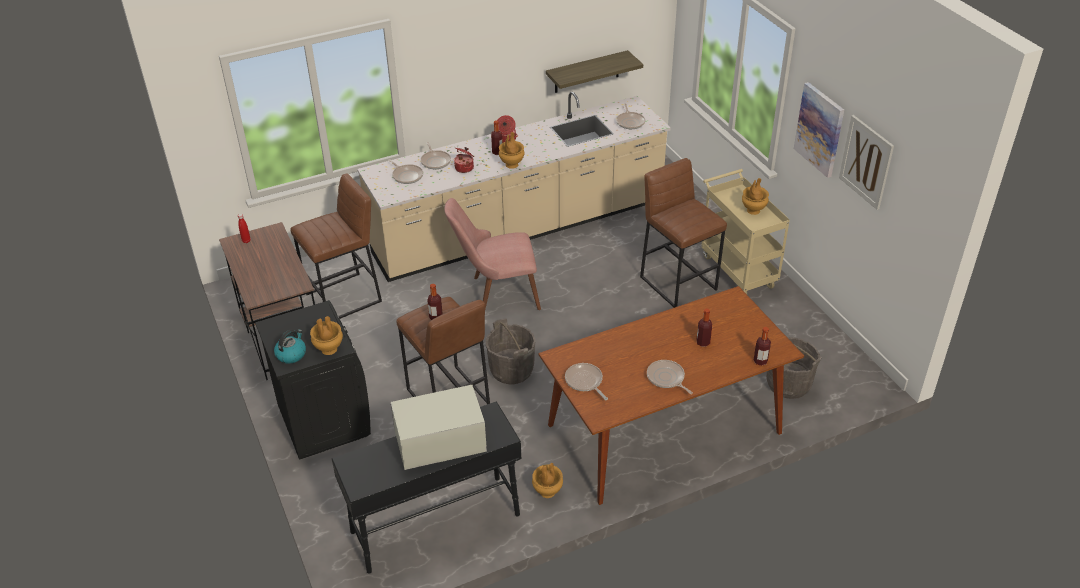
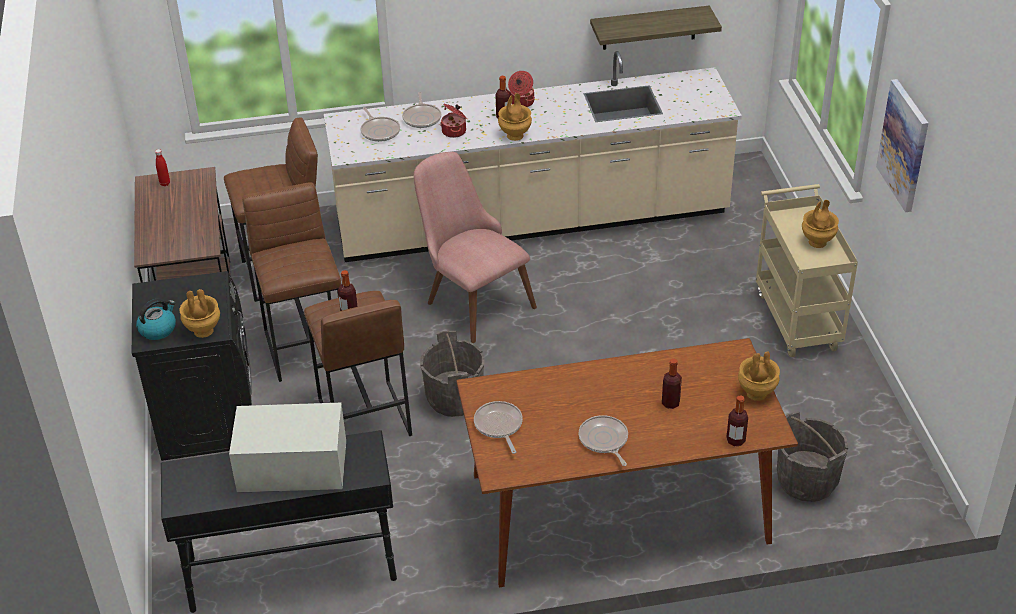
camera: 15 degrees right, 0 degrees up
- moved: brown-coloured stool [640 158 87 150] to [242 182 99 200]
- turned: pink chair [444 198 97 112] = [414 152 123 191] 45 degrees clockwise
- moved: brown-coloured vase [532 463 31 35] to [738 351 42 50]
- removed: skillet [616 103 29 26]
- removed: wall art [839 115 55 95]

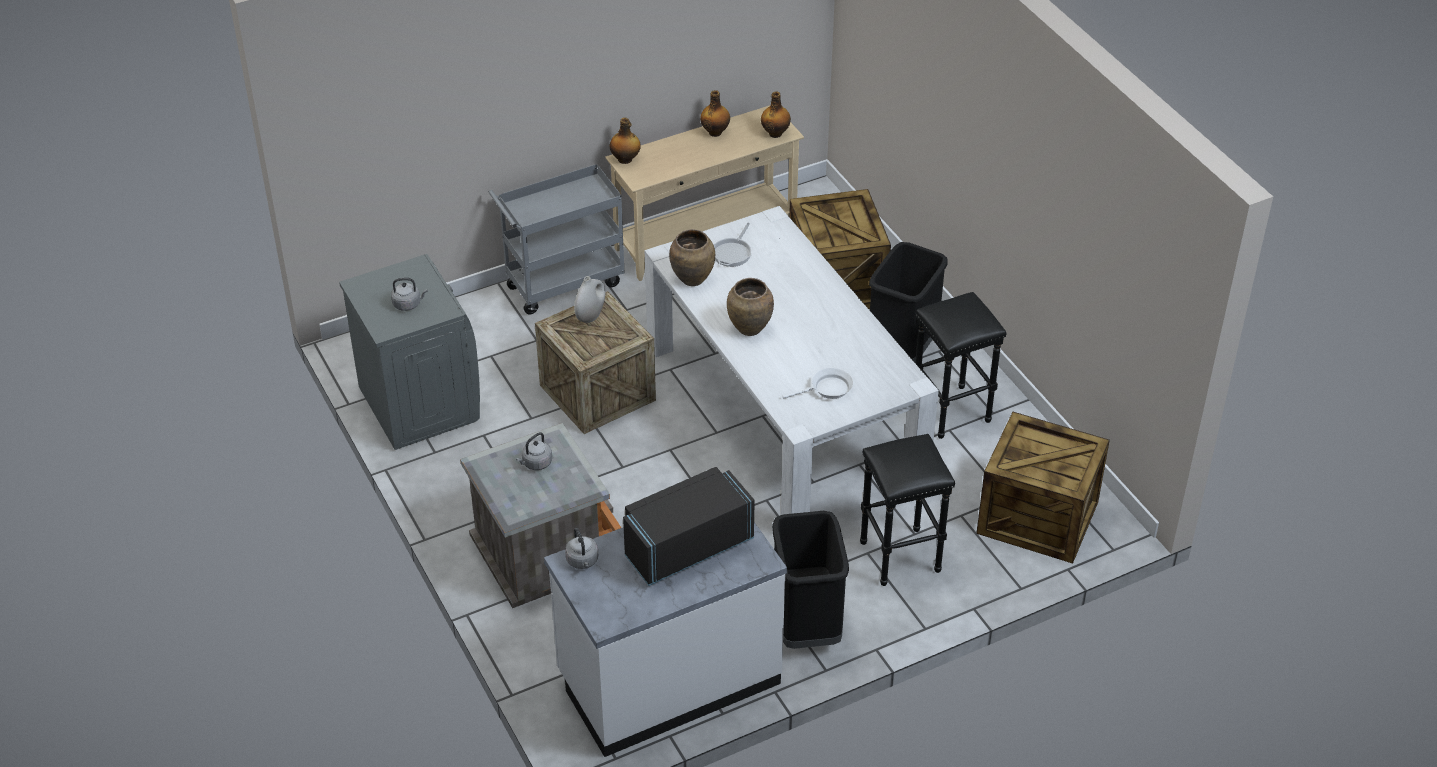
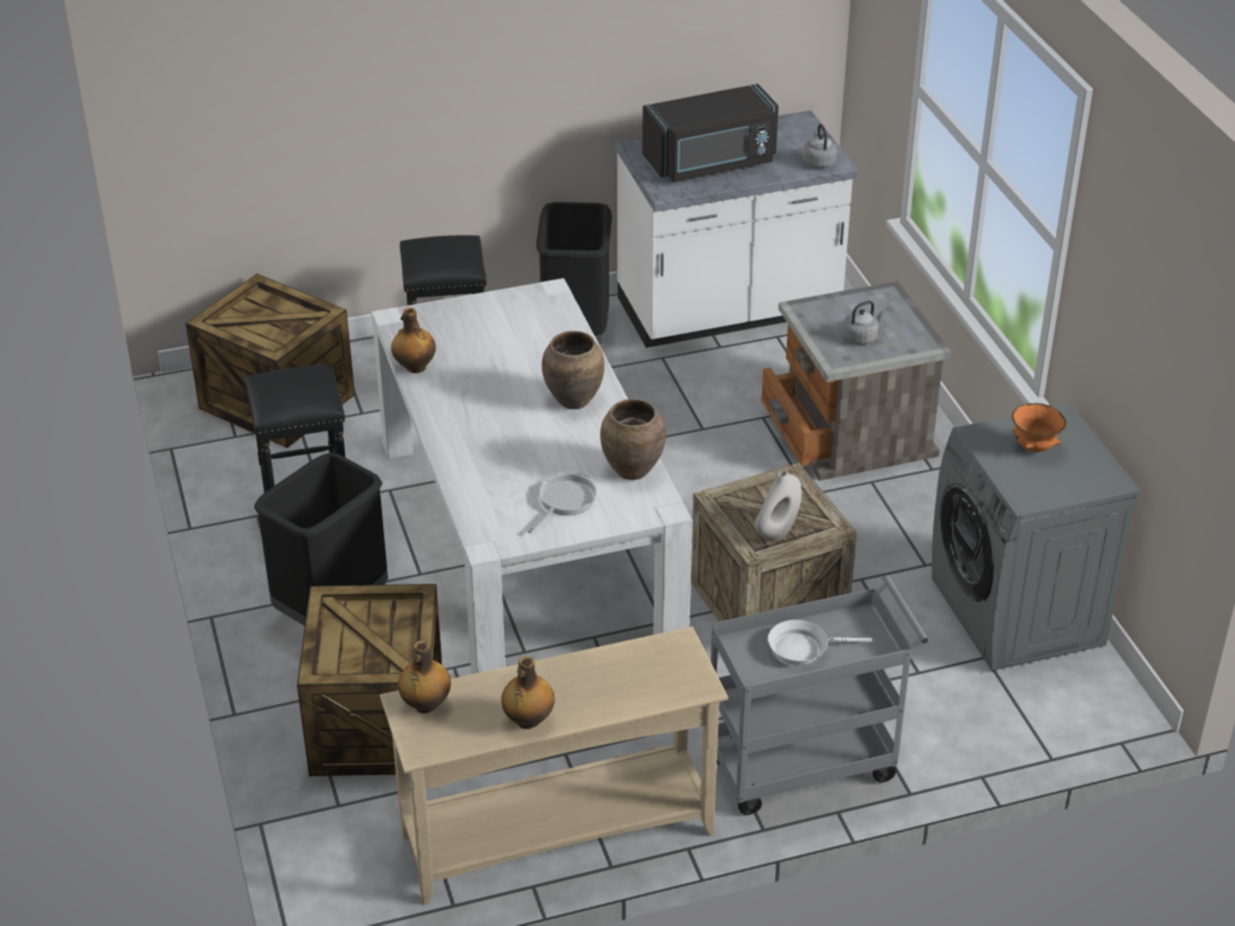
camera: 170 degrees left, 5 degrees down
- moved: drink bottle [609 118 32 46] to [391 308 45 65]
- moved: white-coloured skillet [783 368 70 31] to [768 620 104 45]
- replaced: gray kettle [391 278 37 33] to orange bowl [1012 403 55 49]

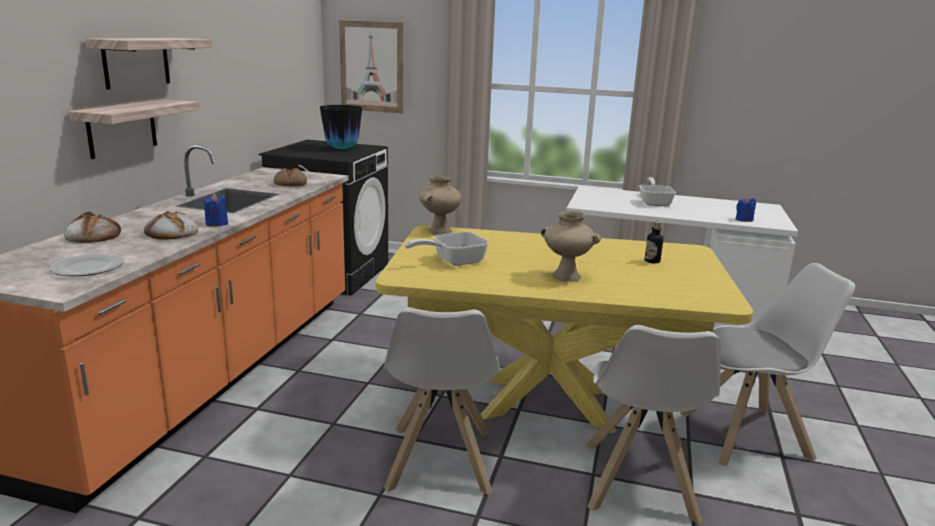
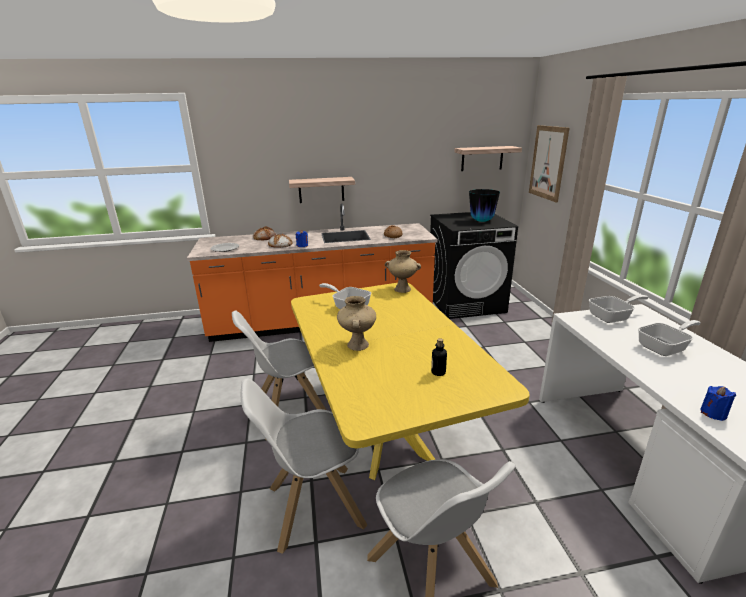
camera: 65 degrees right, 5 degrees up
- moved: shelf [85 38 127 51] to [454 146 68 25]
- added: skillet [589 295 60 28]

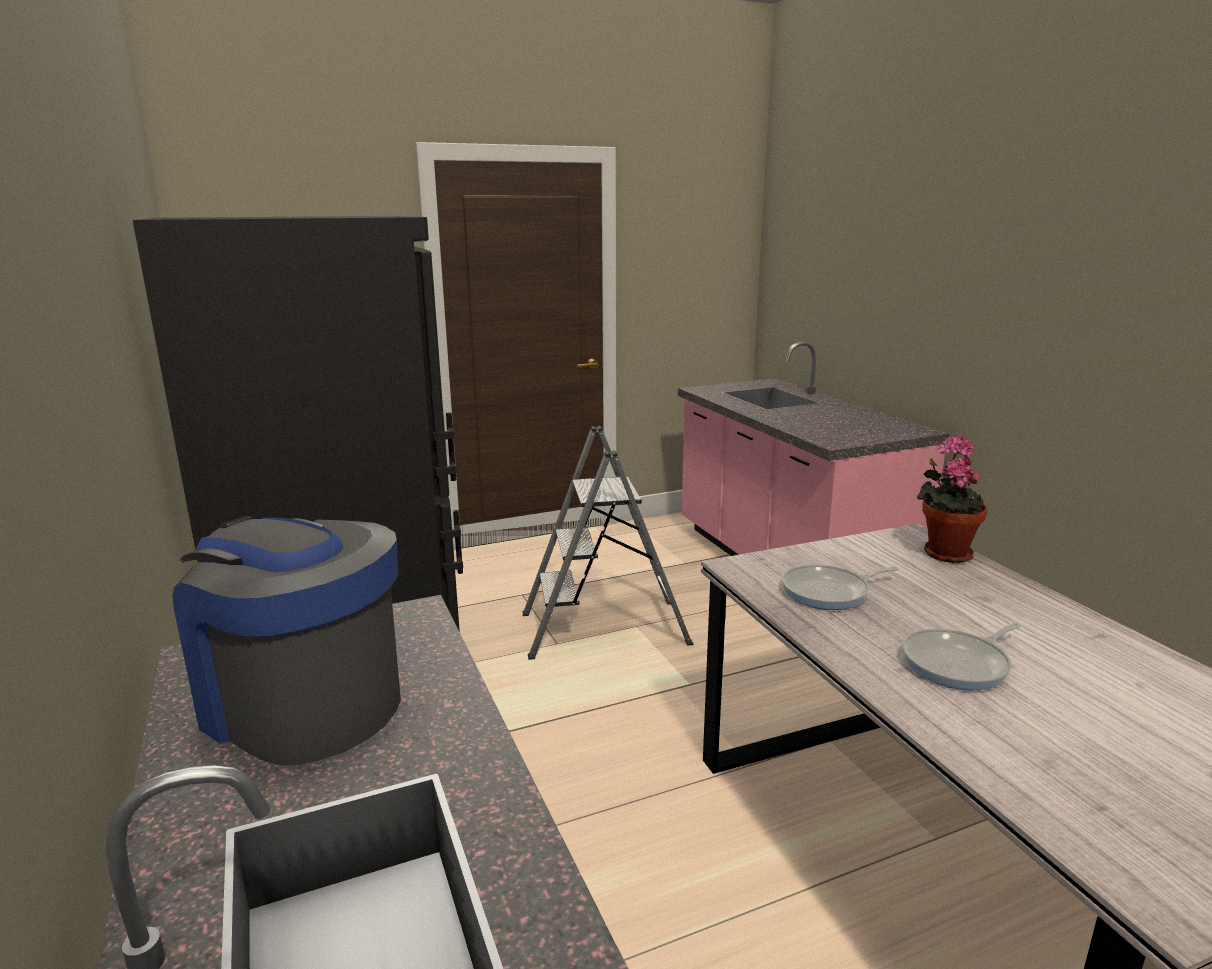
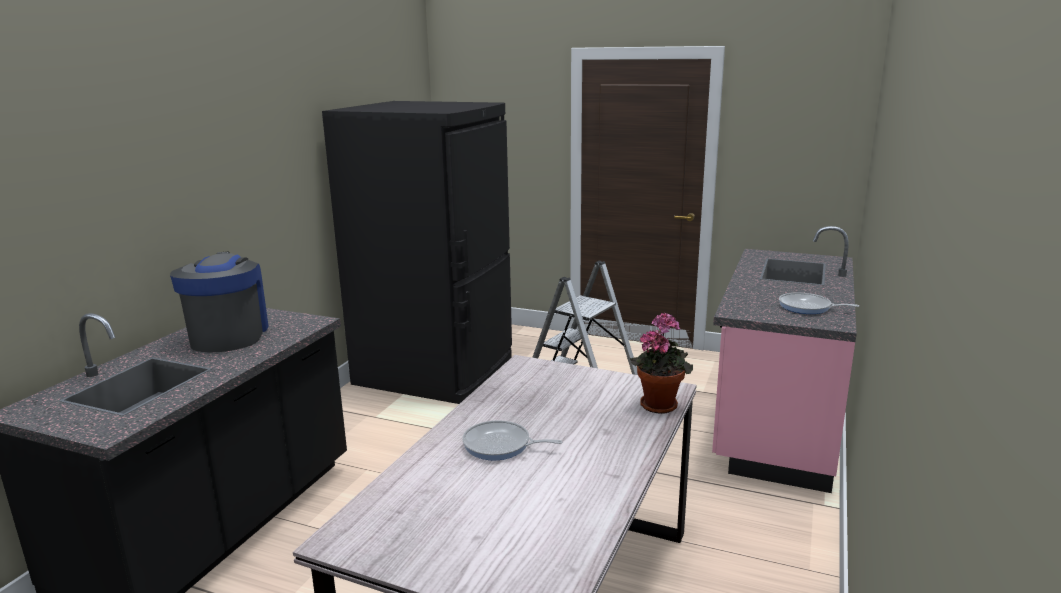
camera: 45 degrees right, 0 degrees up
- moved: skillet [782 564 117 46] to [779 293 80 21]

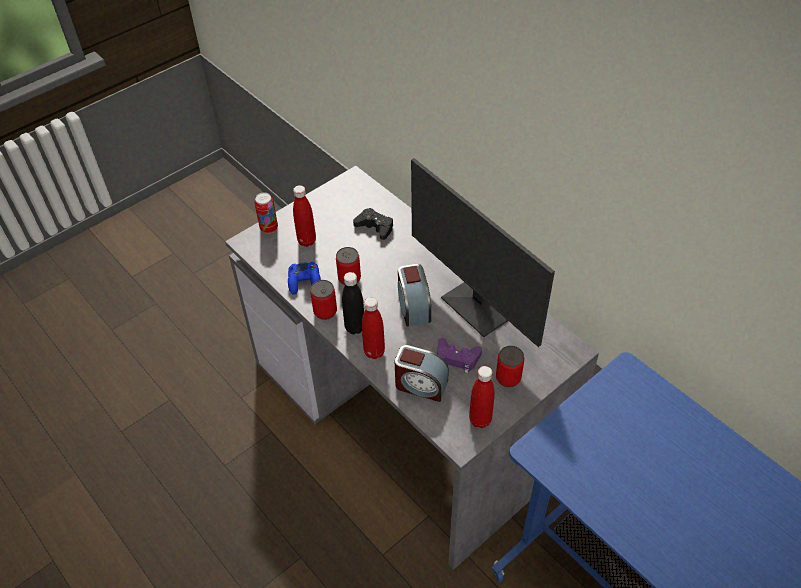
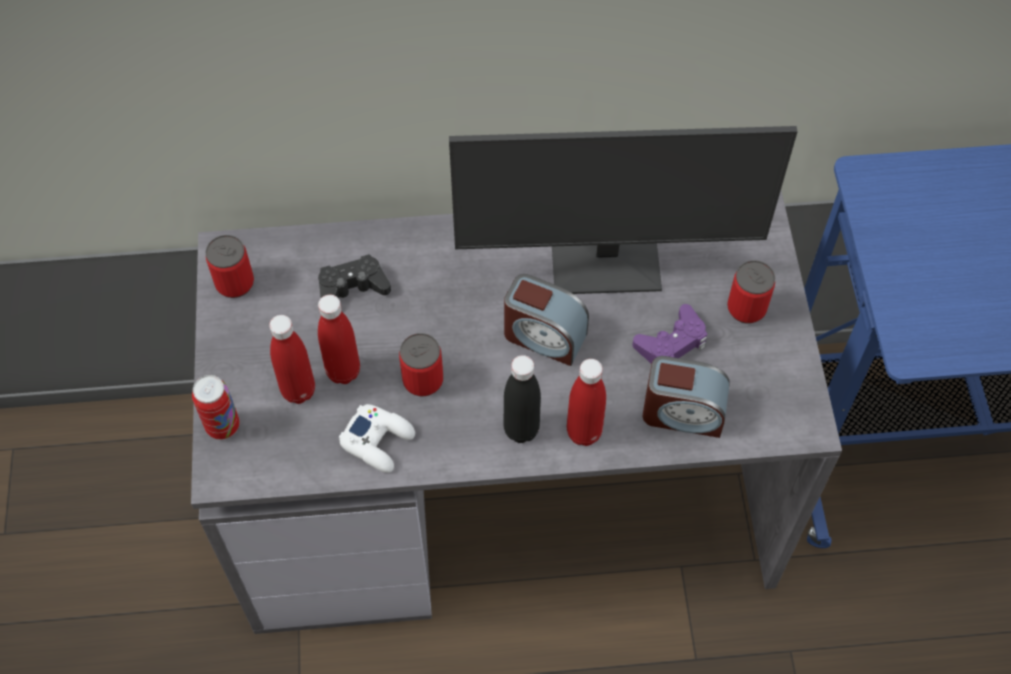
camera: 55 degrees left, 10 degrees up
- moved: sealed can [310 280 27 40] to [206 235 48 63]
- moved: red-coloured drink bottle [469 366 26 62] to [318 295 42 89]
- recoloured: blue-coloured gamepad [288 262 33 33] to white-coloured gamepad [339 404 76 69]
- turned: bedside clock [394 345 55 57] = [643 356 87 82] 45 degrees clockwise

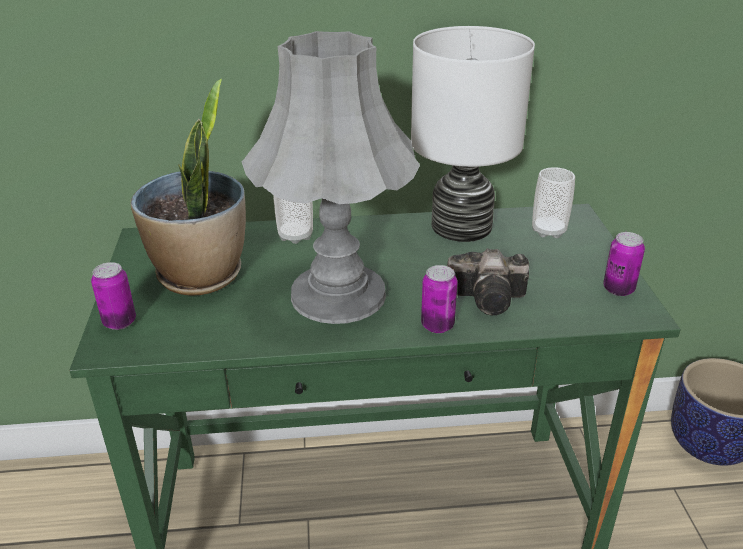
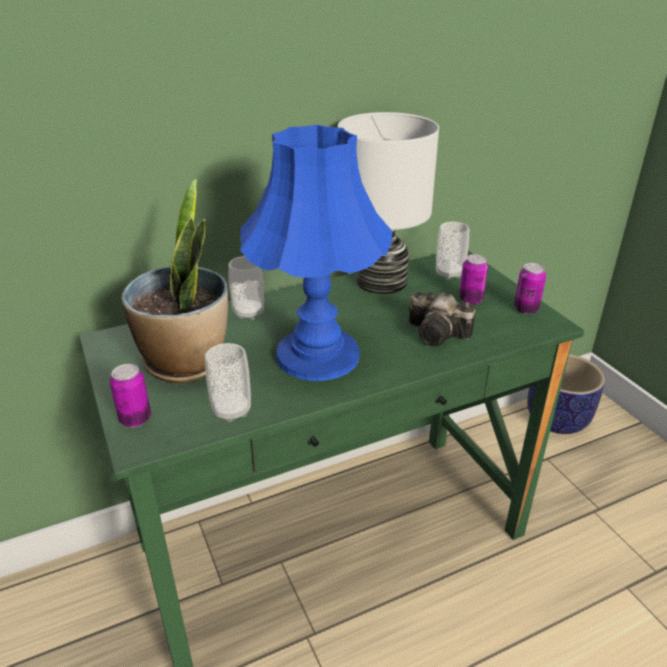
camera: 20 degrees left, 0 degrees up
- added: small cup [205 343 46 79]
- recoloured: gray tabletop lamp [241 31 179 293] to blue-coloured tabletop lamp [240 125 153 256]
- turned: still camera [447 248 82 67] = [408 292 67 54] 45 degrees clockwise
- moved: sealed can [421 265 37 68] to [459 254 29 51]

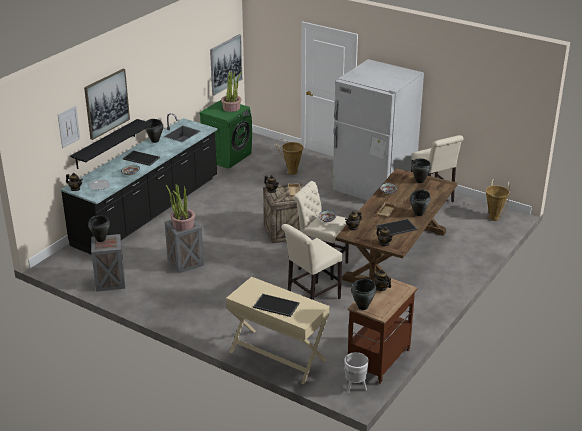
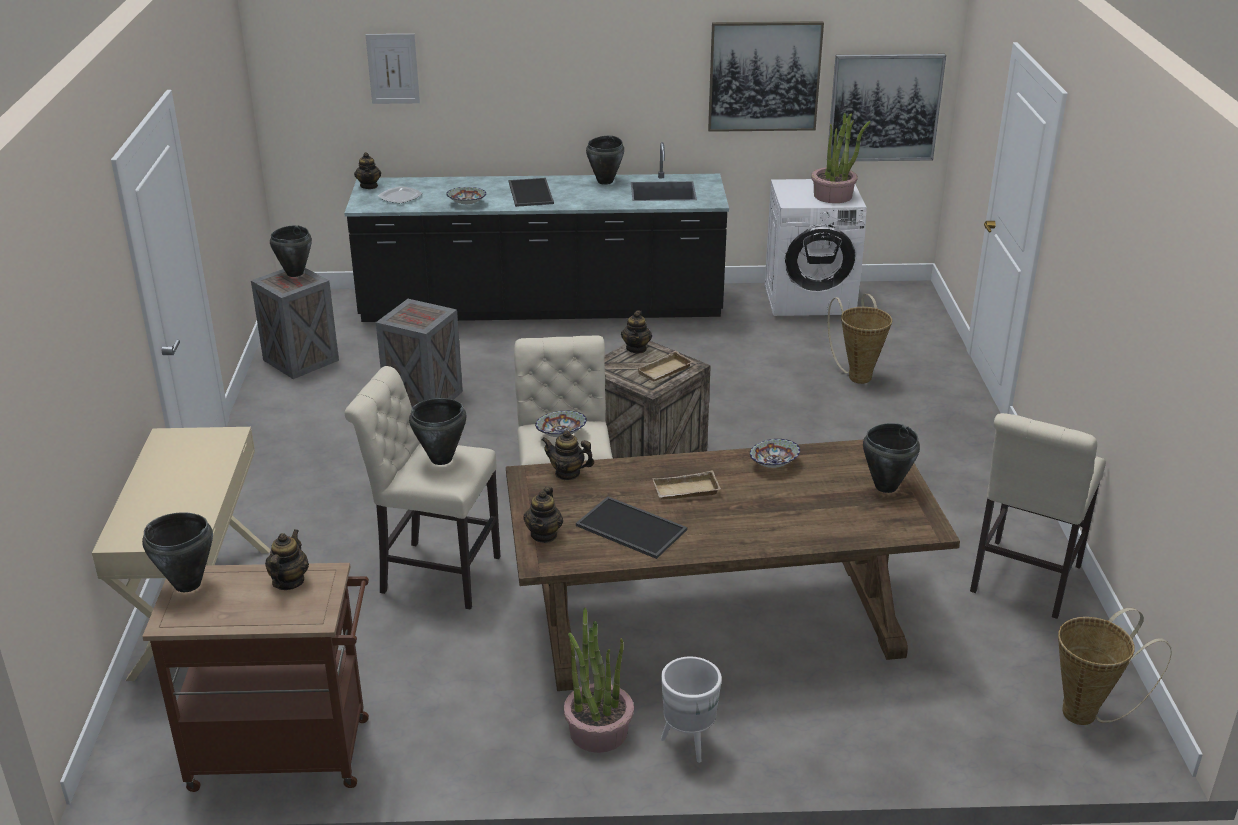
camera: 55 degrees right, 0 degrees up
- moved: black cooking pot [410 190 21 26] to [409 398 58 67]
- moved: plant in a pot [166 184 29 47] to [564 608 70 145]
- moved: white-coloured flower pot [344 352 25 41] to [661 656 61 107]
- moved: wall art [84 69 46 71] to [708 21 116 111]
- recoloured: greenish washing machine [199 100 53 69] to white-coloured washing machine [765 179 102 137]
- removed: black shelf [70 119 82 50]
- removed: tray [253 294 46 23]
- removed: white-coloured fridge [333 59 91 142]

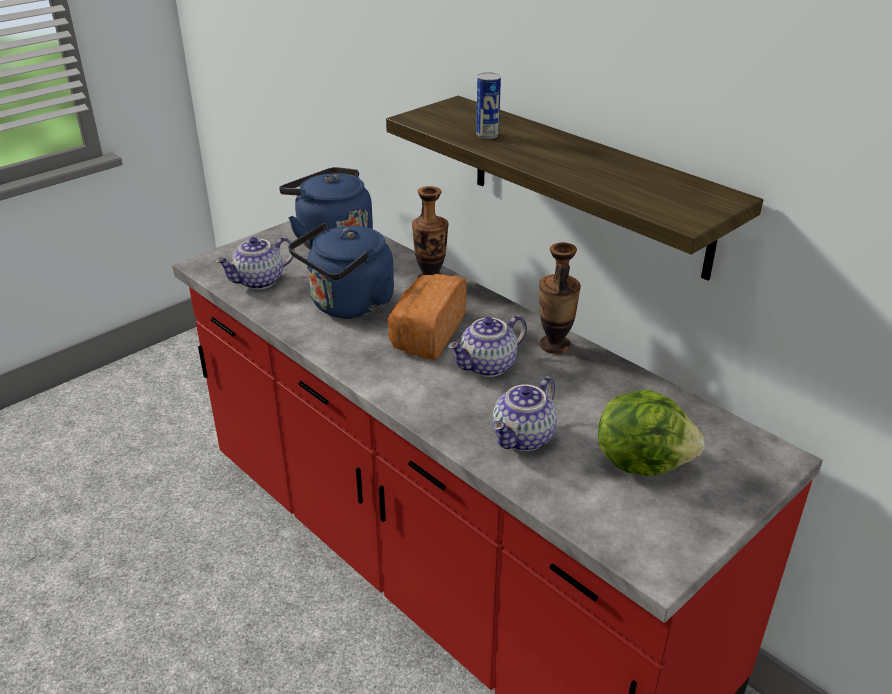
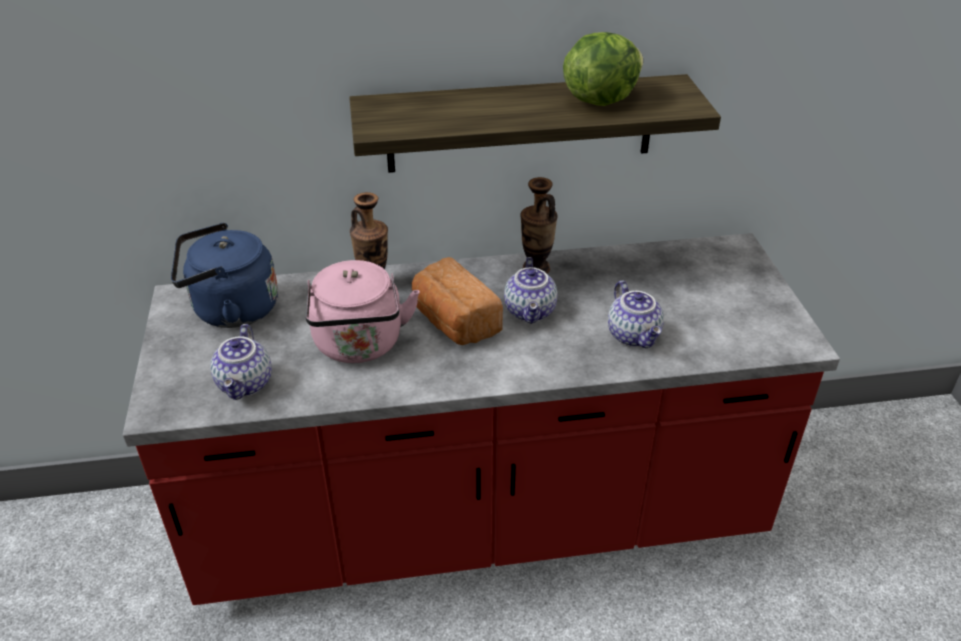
camera: 55 degrees left, 5 degrees up
- recoloured: blue-coloured kettle [288 223 106 96] to pink kettle [306 260 114 103]
- moved: head of lettuce [598 390 106 86] to [563 32 80 74]
- removed: sealed can [476 72 25 67]

